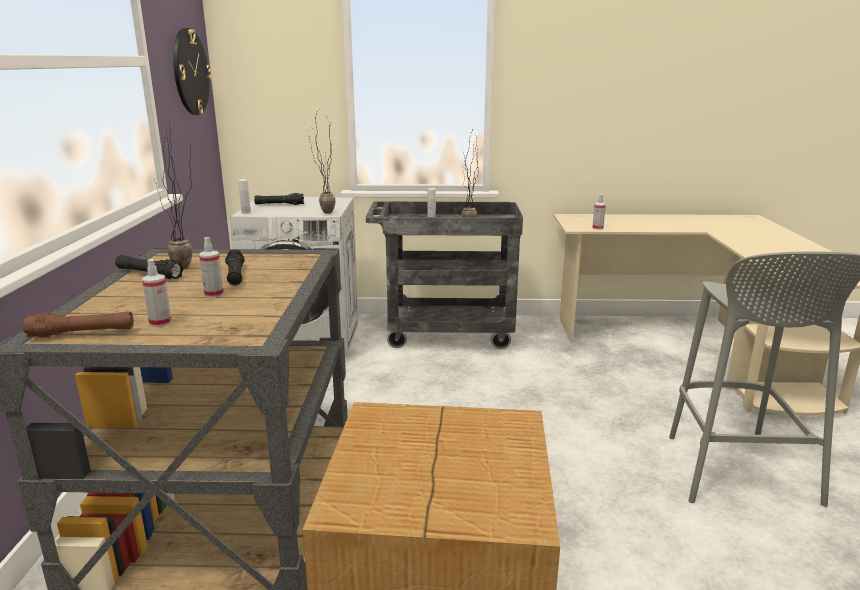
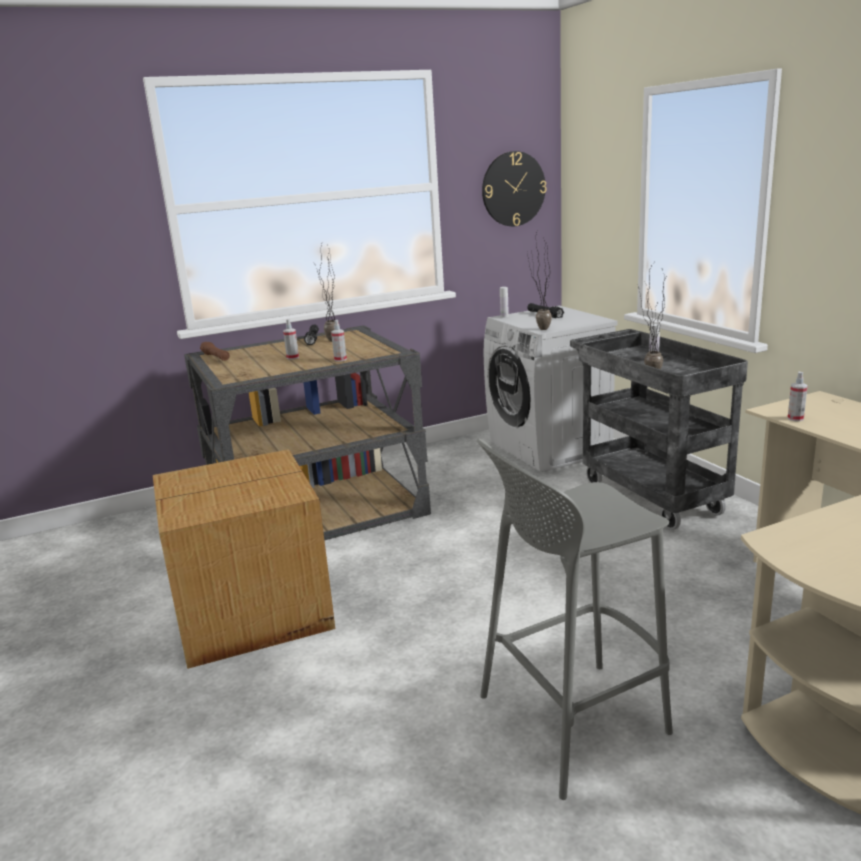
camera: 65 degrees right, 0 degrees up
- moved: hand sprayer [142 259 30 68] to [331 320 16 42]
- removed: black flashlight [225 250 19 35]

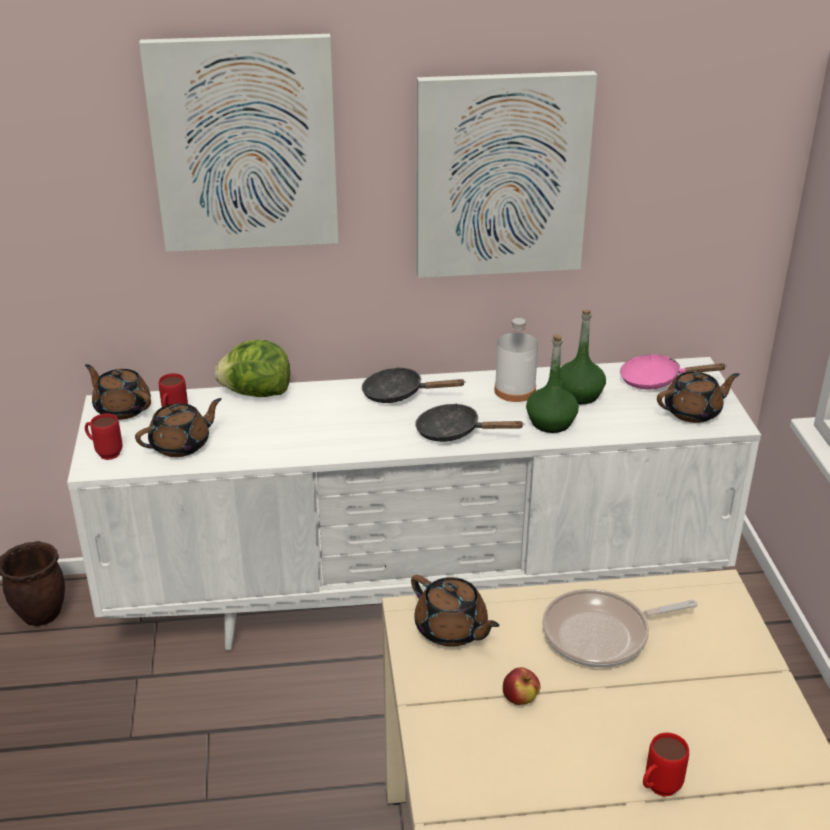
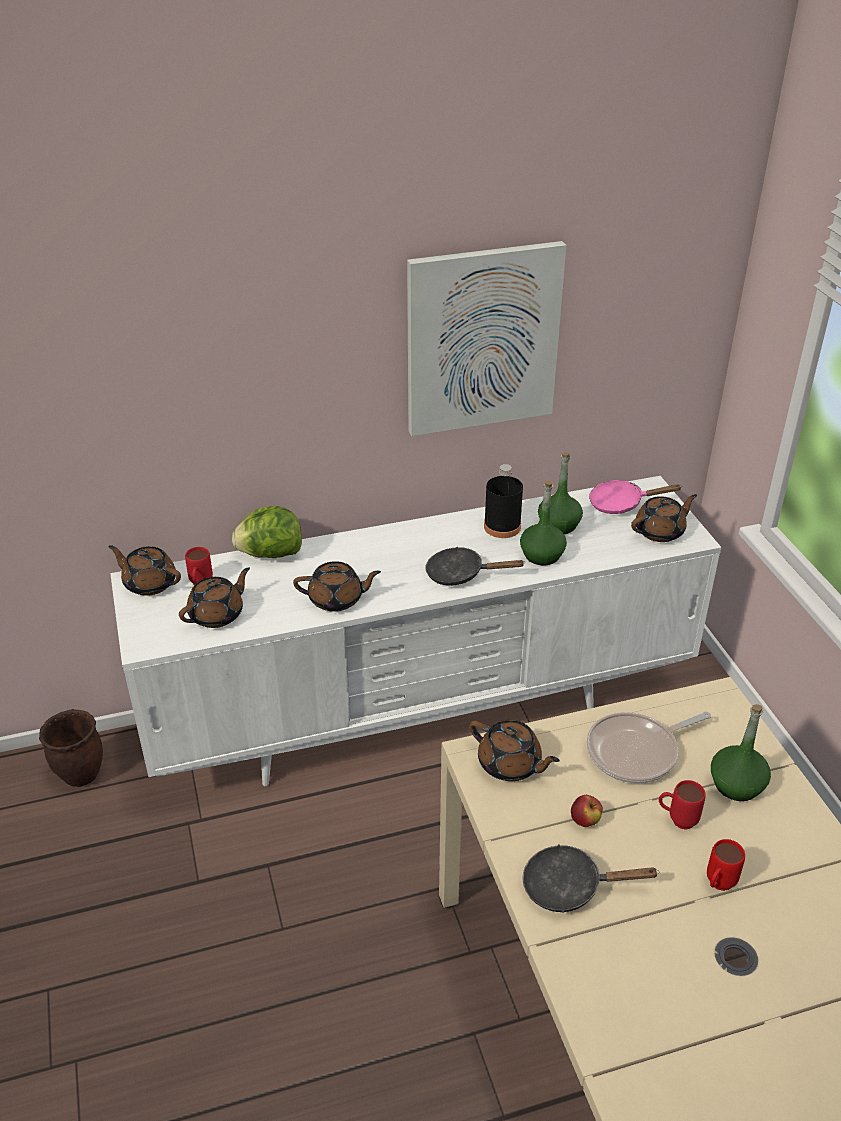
camera: 10 degrees left, 5 degrees up
- added: brown-coloured tea pot [293 561 88 51]
- recoloured: white-coloured drink bottle [495 318 43 84] to black drink bottle [484 464 39 74]
- moved: black skillet [362 367 104 36] to [522 844 137 69]
- moved: red-coloured tea mug [85 413 38 47] to [659 780 47 50]
- added: greenish drink bottle [711 704 60 97]
- removed: wall art [139 34 200 218]

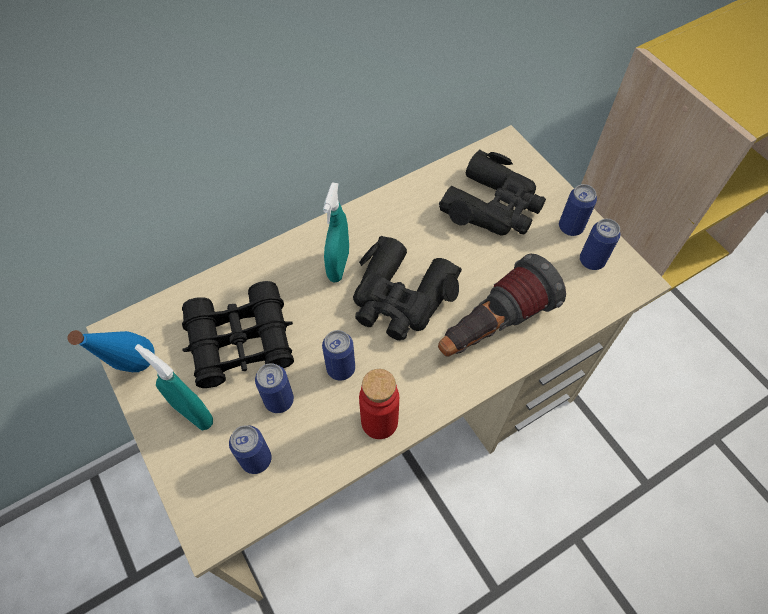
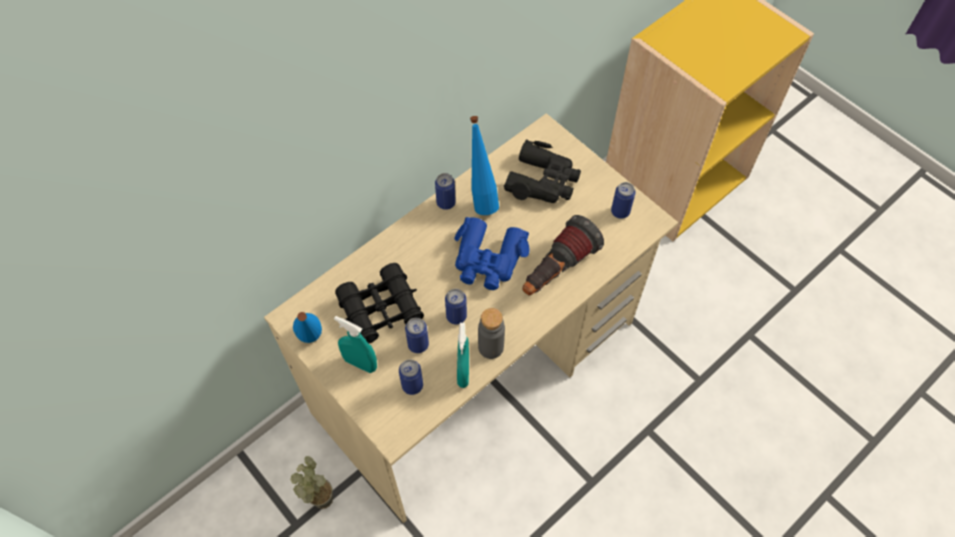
camera: 10 degrees left, 0 degrees up
- added: plant in a pot [290 456 43 53]
- moved: sealed can [559 184 38 52] to [435 173 21 37]
- recoloured: black pair of binoculars [353 236 109 104] to blue-coloured pair of binoculars [454 217 76 73]
- moved: turquoise-coloured hand sprayer [323 182 26 101] to [457 323 12 65]
- added: blue-coloured drink bottle [470 116 29 99]
- recoloured: red-coloured drink bottle [359 369 40 70] to gray drink bottle [478 308 27 51]

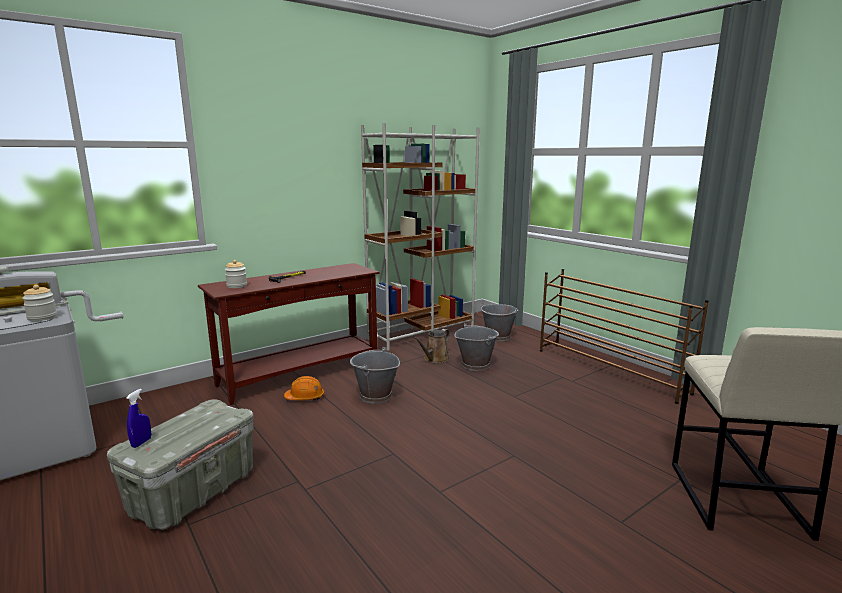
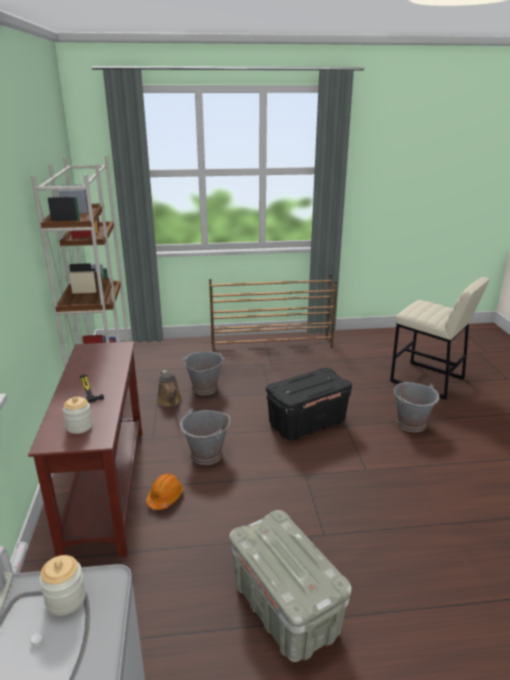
camera: 60 degrees left, 10 degrees up
- added: black storage box [266 367 86 73]
- moved: gray pail [480 303 39 39] to [394 382 45 50]
- removed: blue-coloured hand sprayer [126 389 25 59]

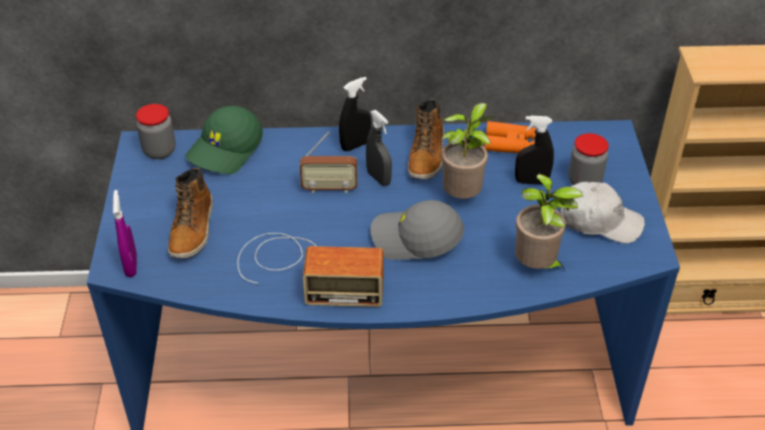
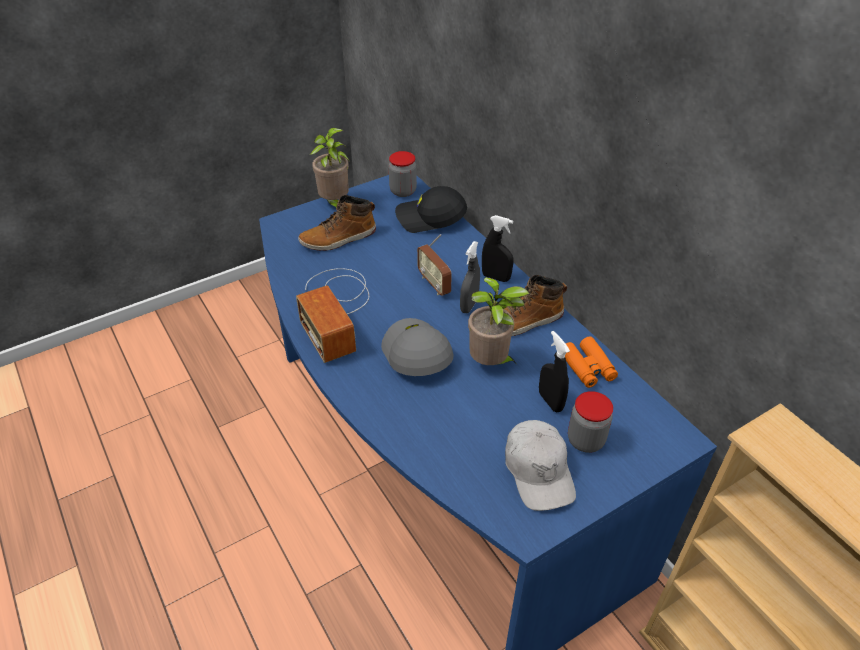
camera: 60 degrees right, 0 degrees up
- moved: plant in a pot [515 174 68 96] to [310 128 39 79]
- recoloured: greenish peaked cap [186 106 77 68] to black peaked cap [395 186 72 47]
- removed: purplish hand sprayer [113 190 24 87]

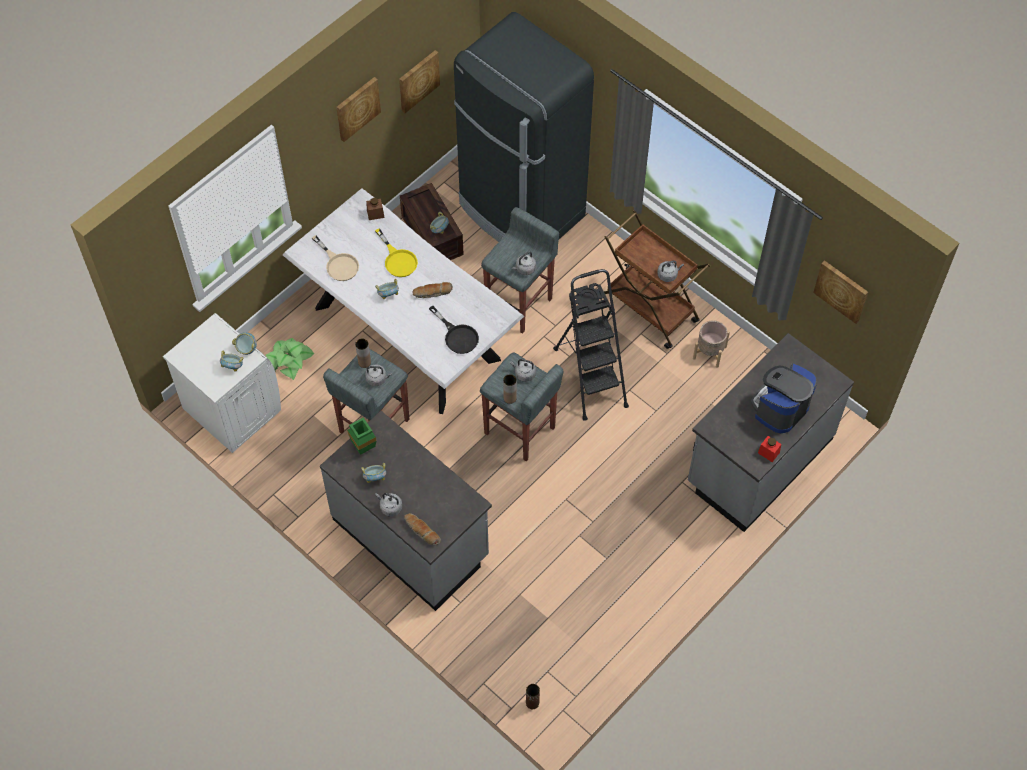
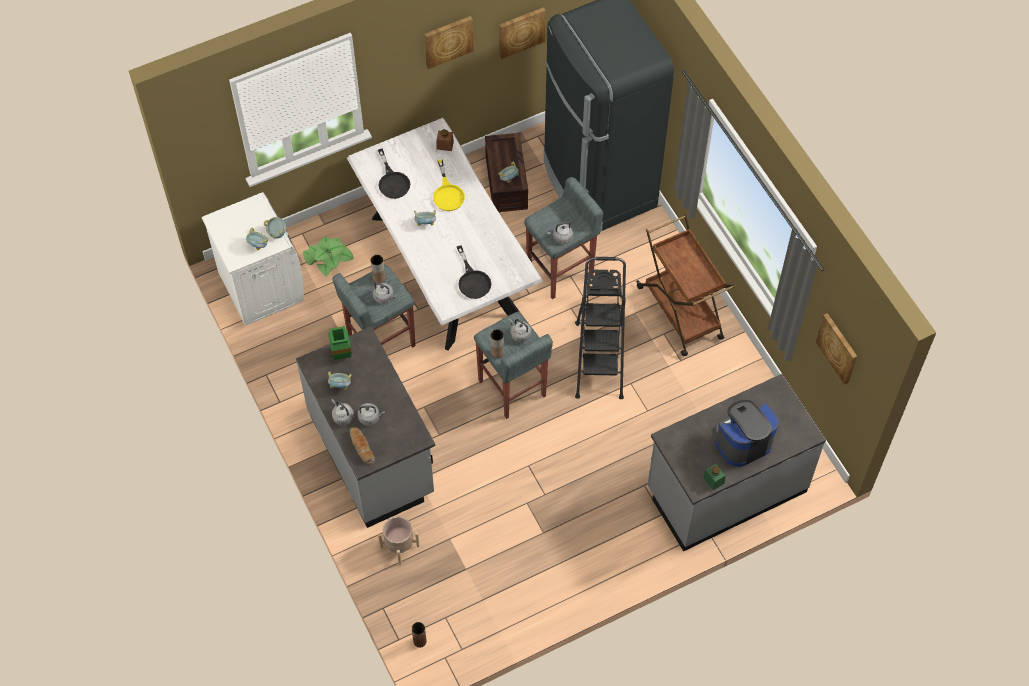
camera: 20 degrees right, 0 degrees up
- moved: gray kettle [657 261 27 21] to [357 403 28 23]
- recoloured: beige-coloured skillet [312 235 47 46] to black skillet [378 148 32 51]
- moved: beige-coloured flower pot [693 320 37 48] to [378 516 42 49]
- recoloured: red-coloured jar [758 436 23 26] to greenish jar [703 464 23 26]
- removed: bakery bread [413 282 40 16]

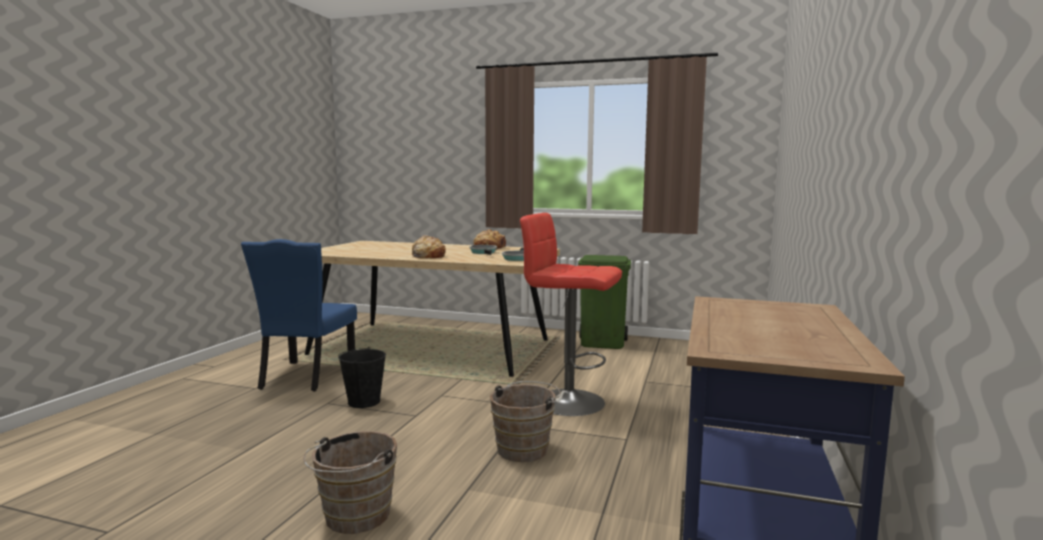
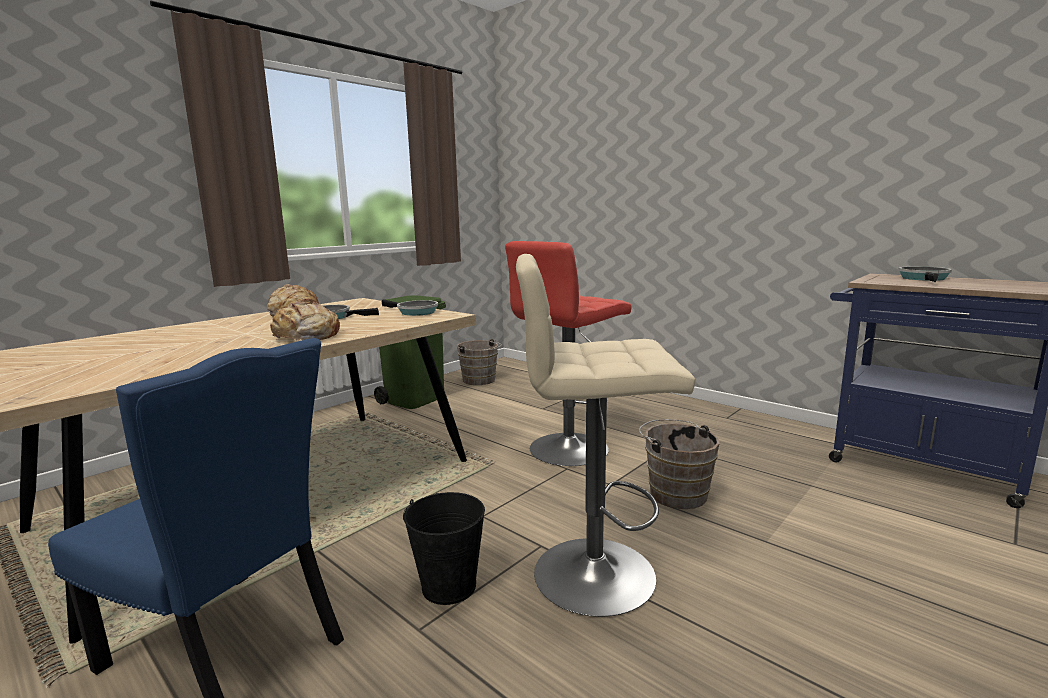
camera: 65 degrees left, 5 degrees up
- moved: brown-coloured pail [303 431 94 103] to [457 339 45 46]
- added: beige-coloured stool [516 254 179 363]
- added: skillet [898 266 54 16]

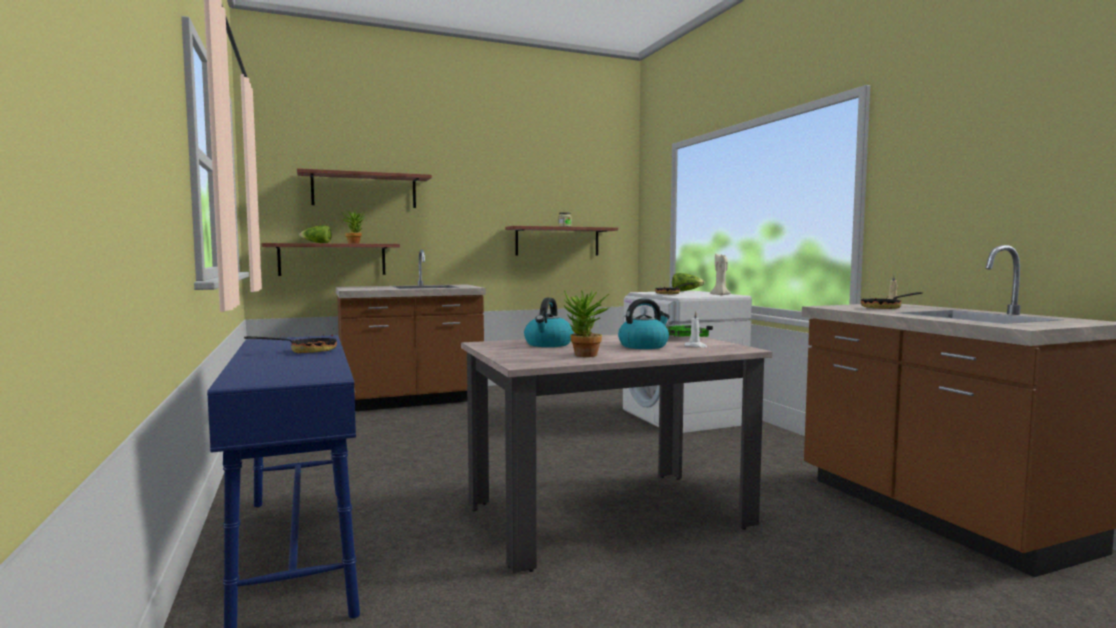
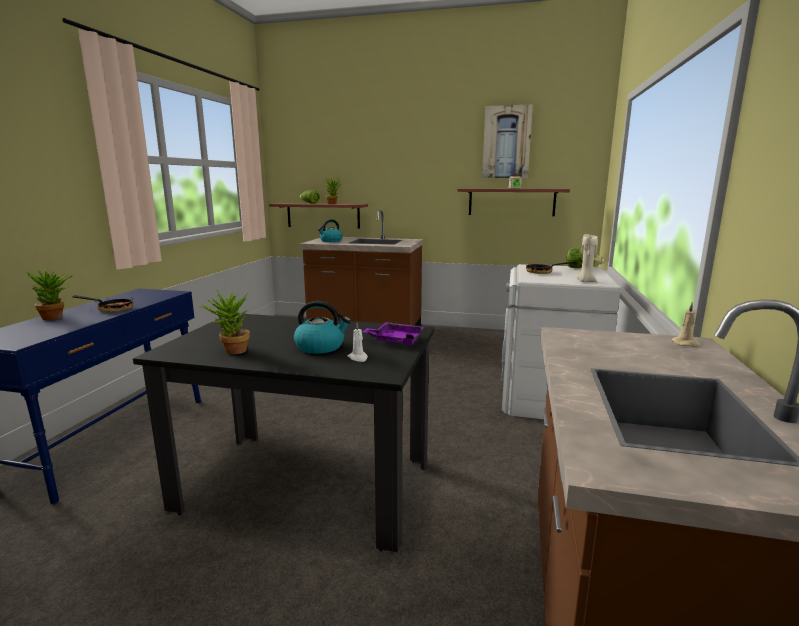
camera: 35 degrees right, 10 degrees up
- added: plant in a pot [26 269 47 51]
- recoloured: beige-coloured kitchen table [461 334 311 239] to black kitchen table [133 313 301 239]
- moved: kettle [524 298 49 49] to [318 220 25 22]
- recoloured: greenish tray [665 325 48 12] to purplish tray [362 322 63 23]
- added: wall art [482 104 51 74]
- removed: shelf [297 168 135 40]
- removed: skillet [861 290 62 19]

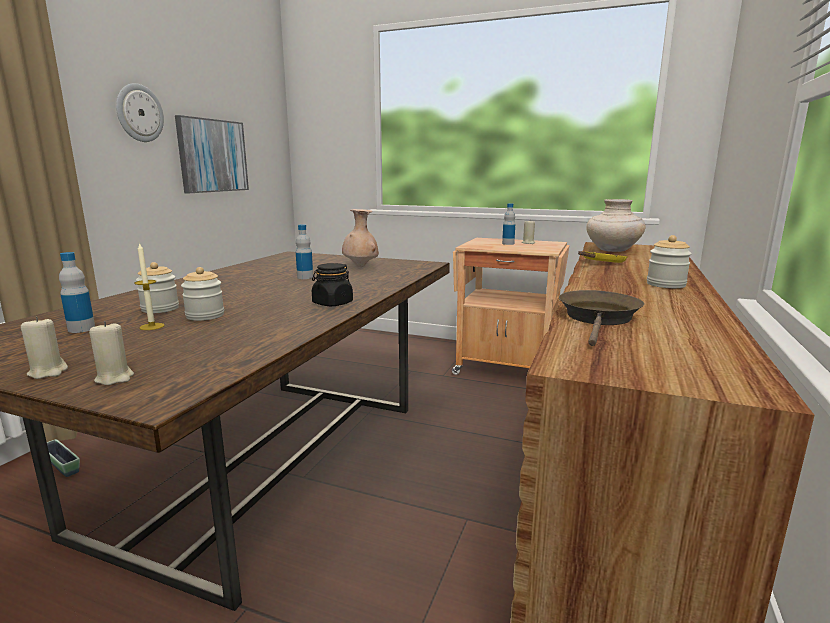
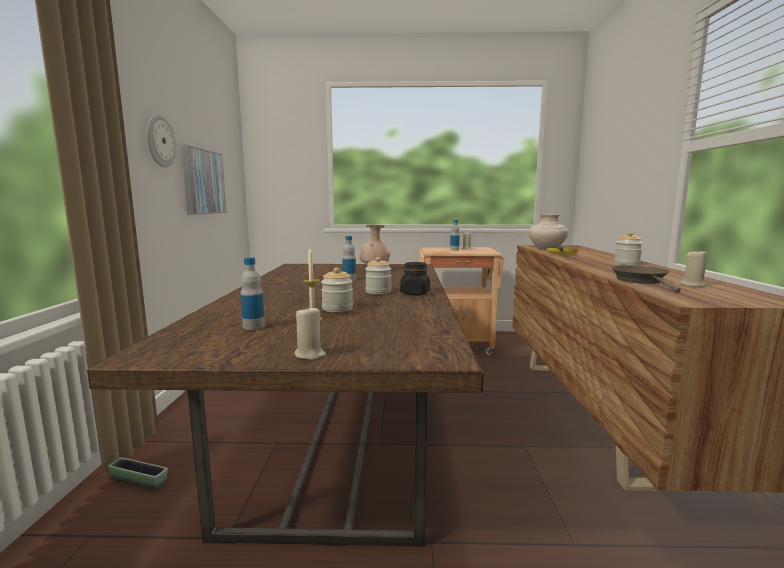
camera: 20 degrees left, 5 degrees down
- moved: jar [136 262 43 51] to [365 257 27 37]
- moved: beige-coloured wax candle [89 321 45 64] to [680 249 27 38]

